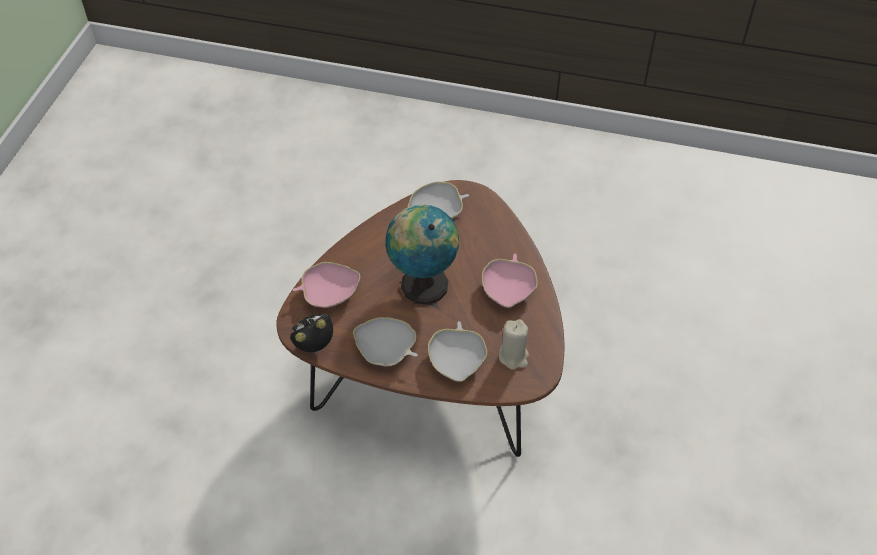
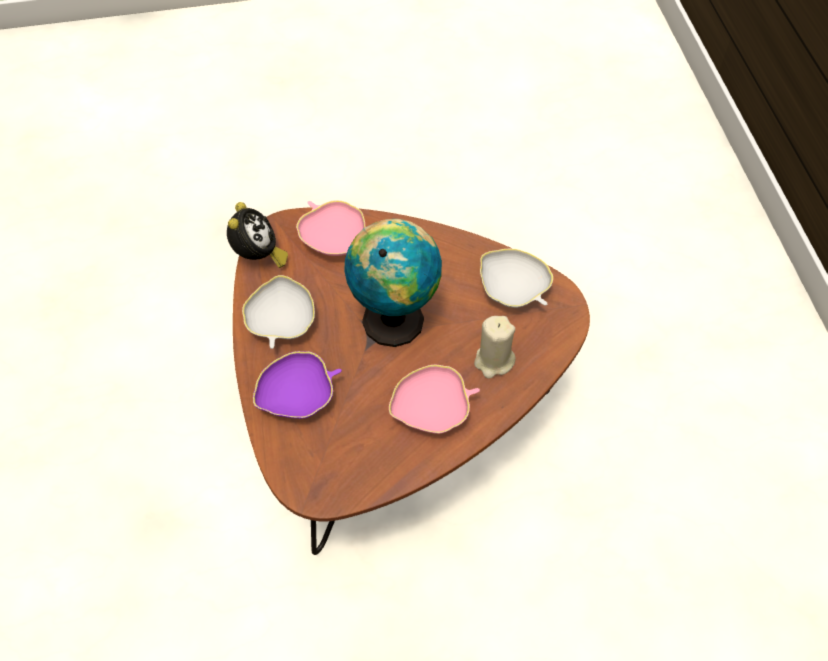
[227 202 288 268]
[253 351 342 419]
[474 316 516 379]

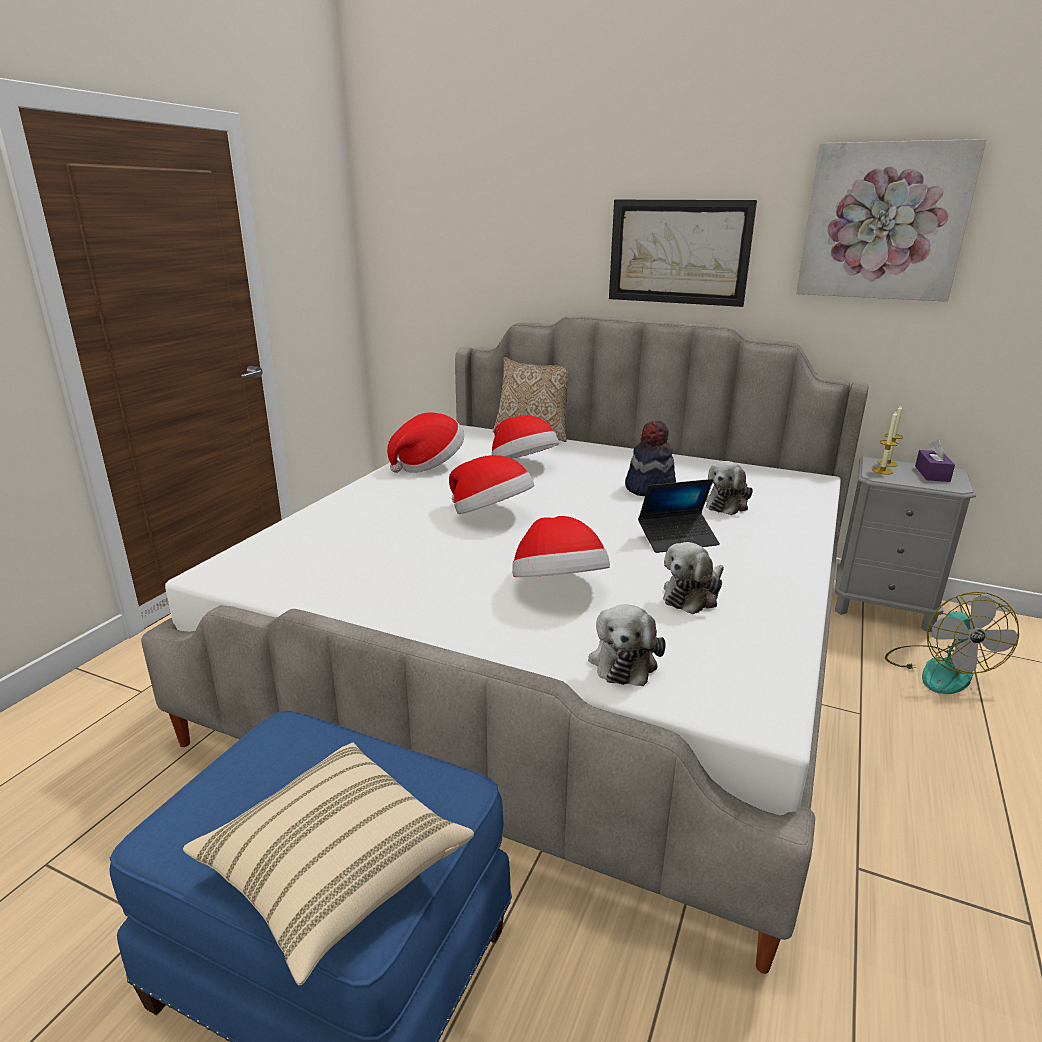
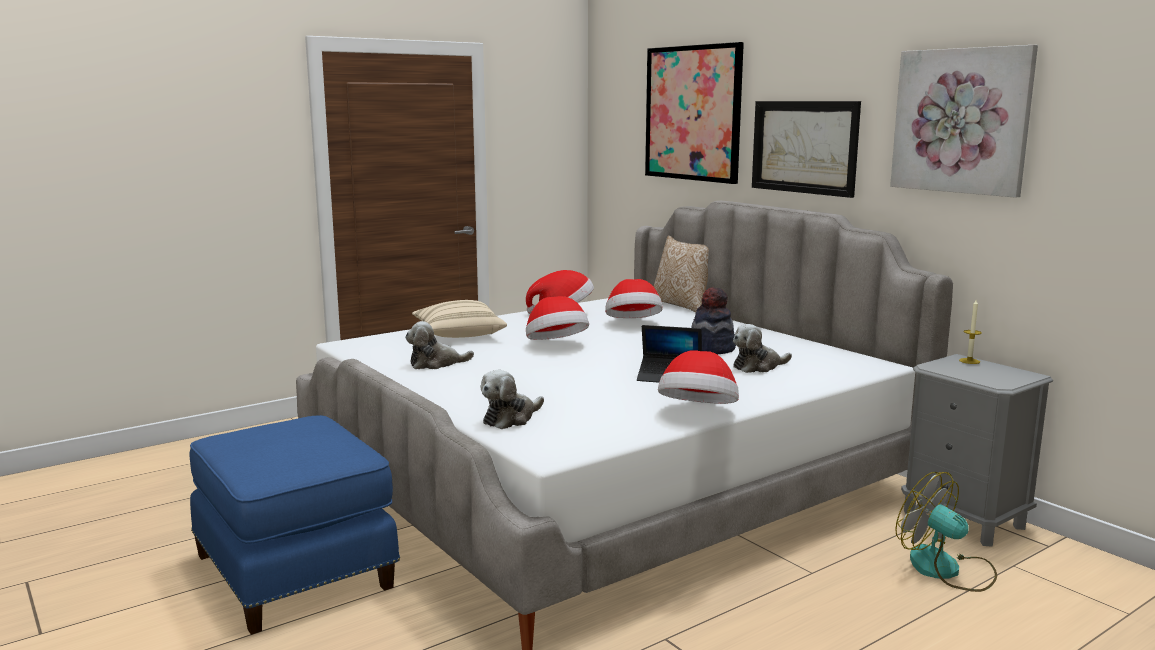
[412 300 507 338]
[658 350 739 404]
[405 321 474 369]
[872 411 898 475] (first image)
[895 472 997 592]
[915 440 955 482] (first image)
[645 42 744 184]

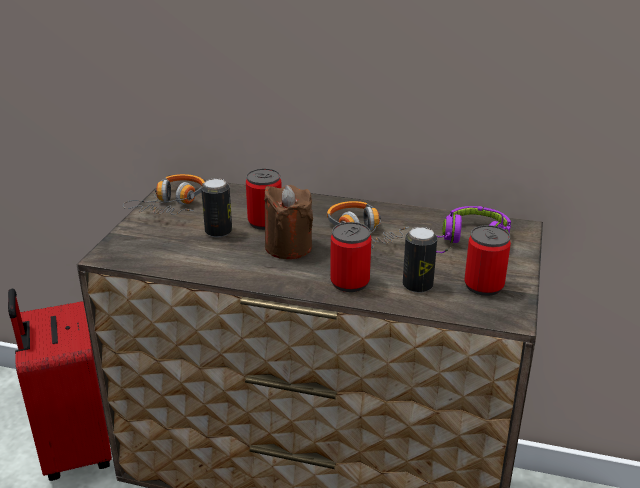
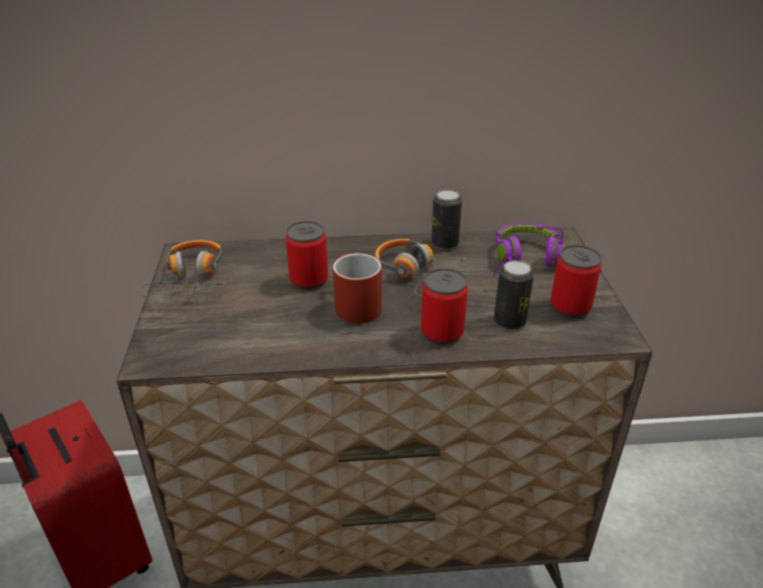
[431 190 462 250]
[333 253 382 324]

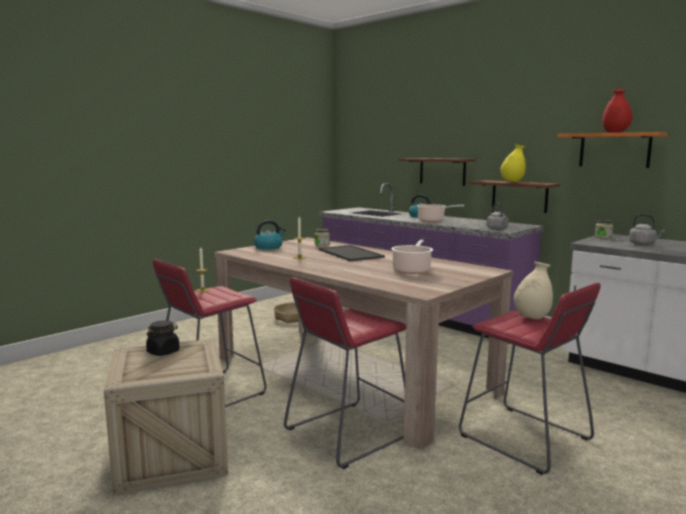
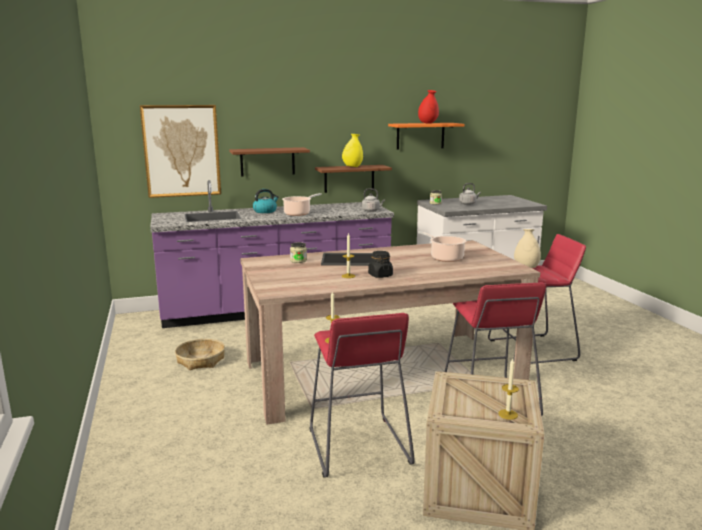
[368 251 393 278]
[254 220 286 250] (first image)
[140 105 221 198]
[498 359 519 420]

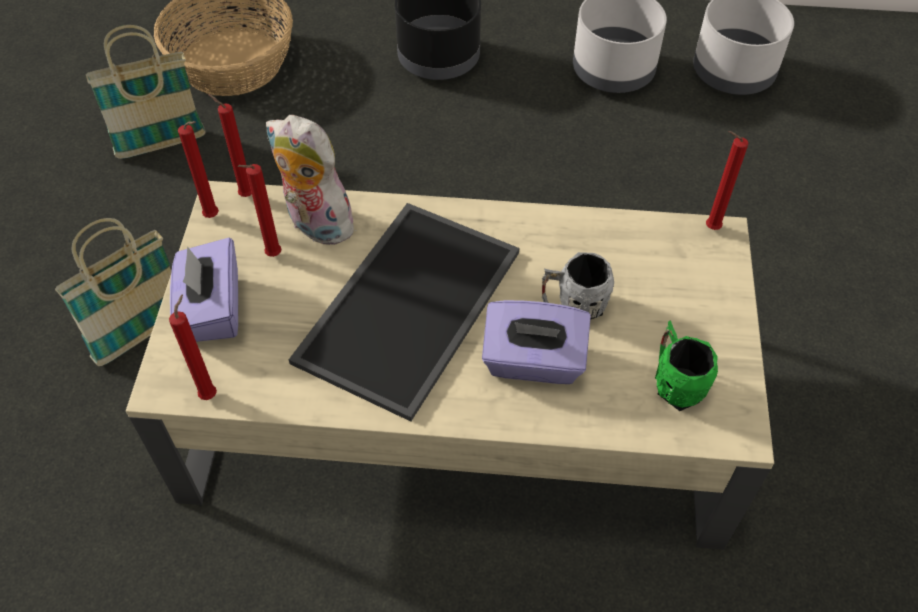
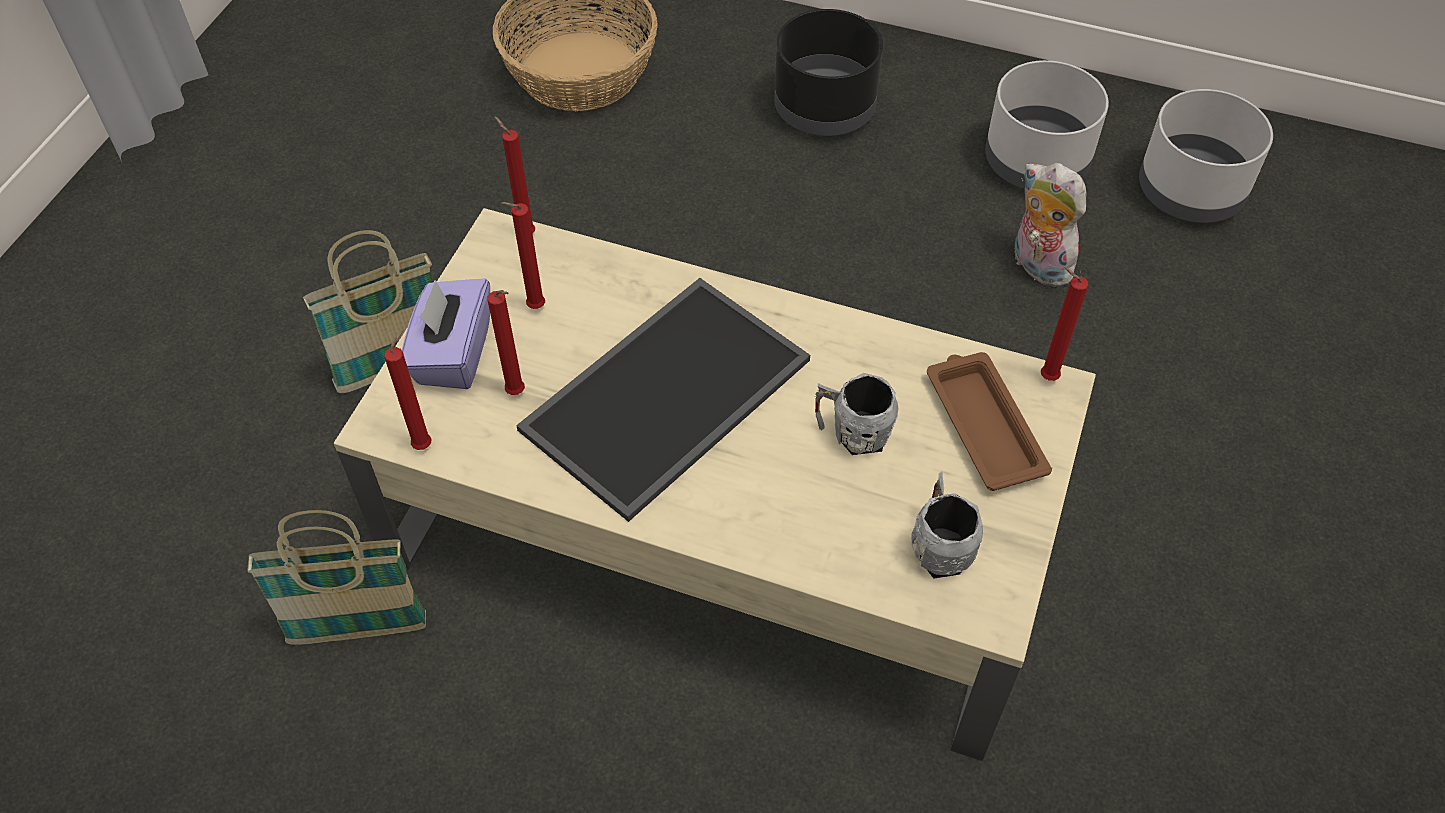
[247 510 426 645]
[487 290 525 395]
[1013 163 1086 287]
[482 300 591 384] (first image)
[911 472 983 579]
[927 352 1052 491]

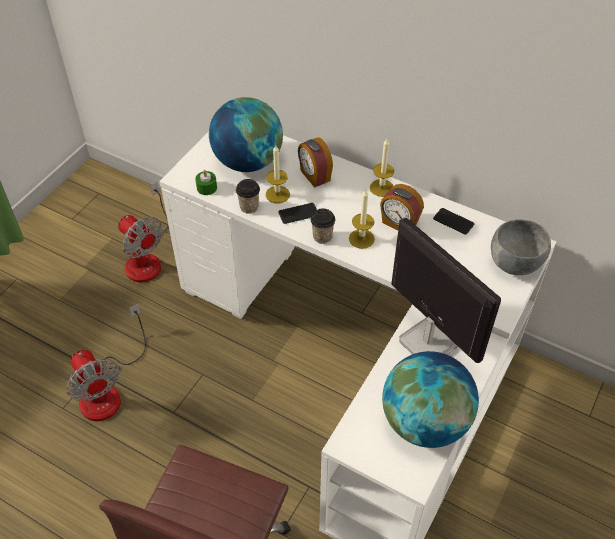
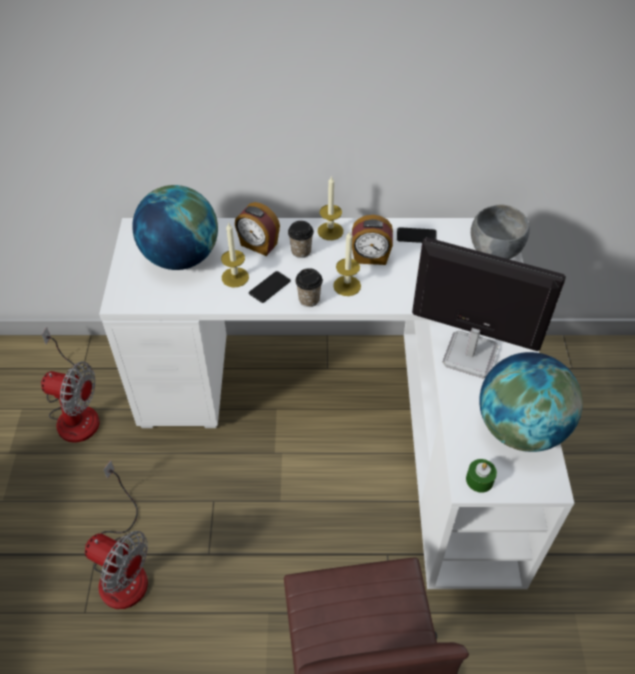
[466 459 497 493]
[288 221 314 258]

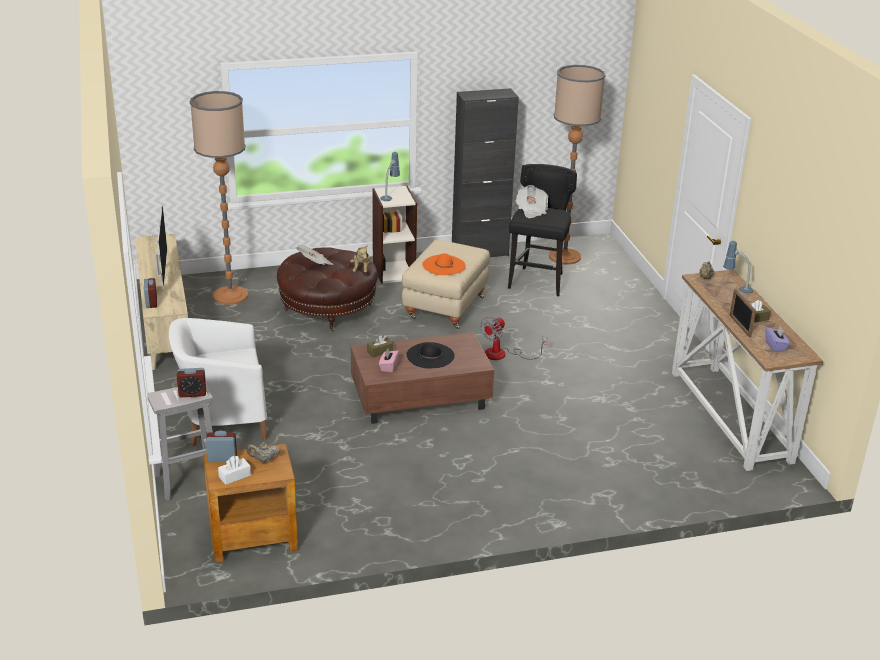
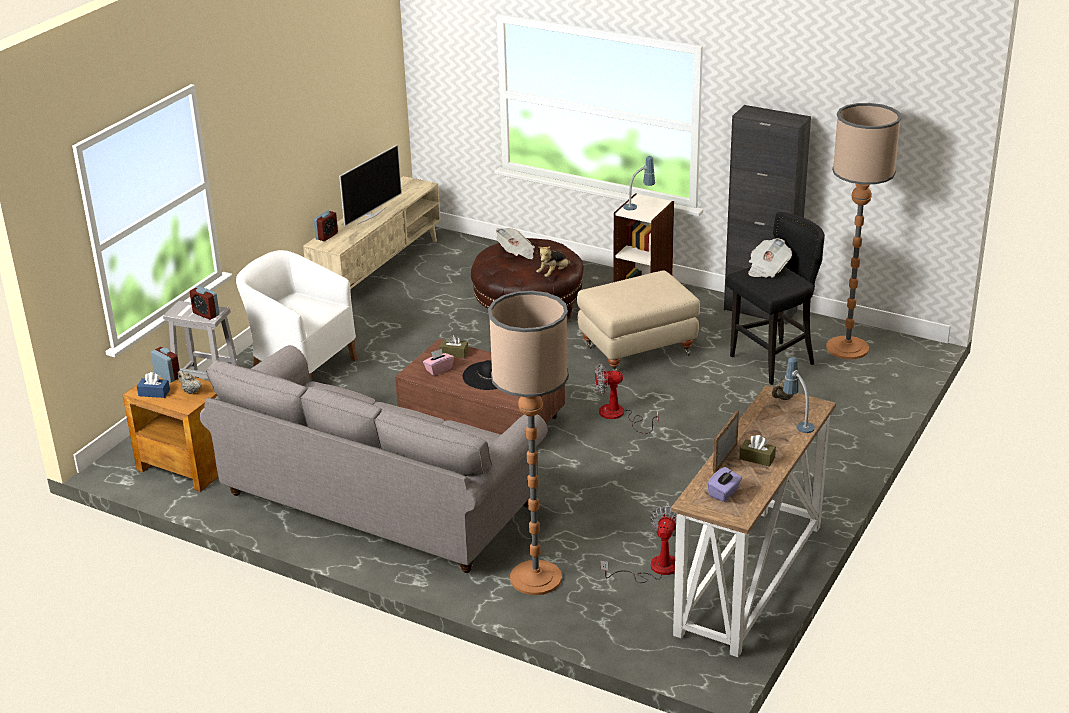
[488 291 569 595]
[137 372 170 398]
[422 253 466 275] (first image)
[200 345 548 573]
[600 506 676 583]

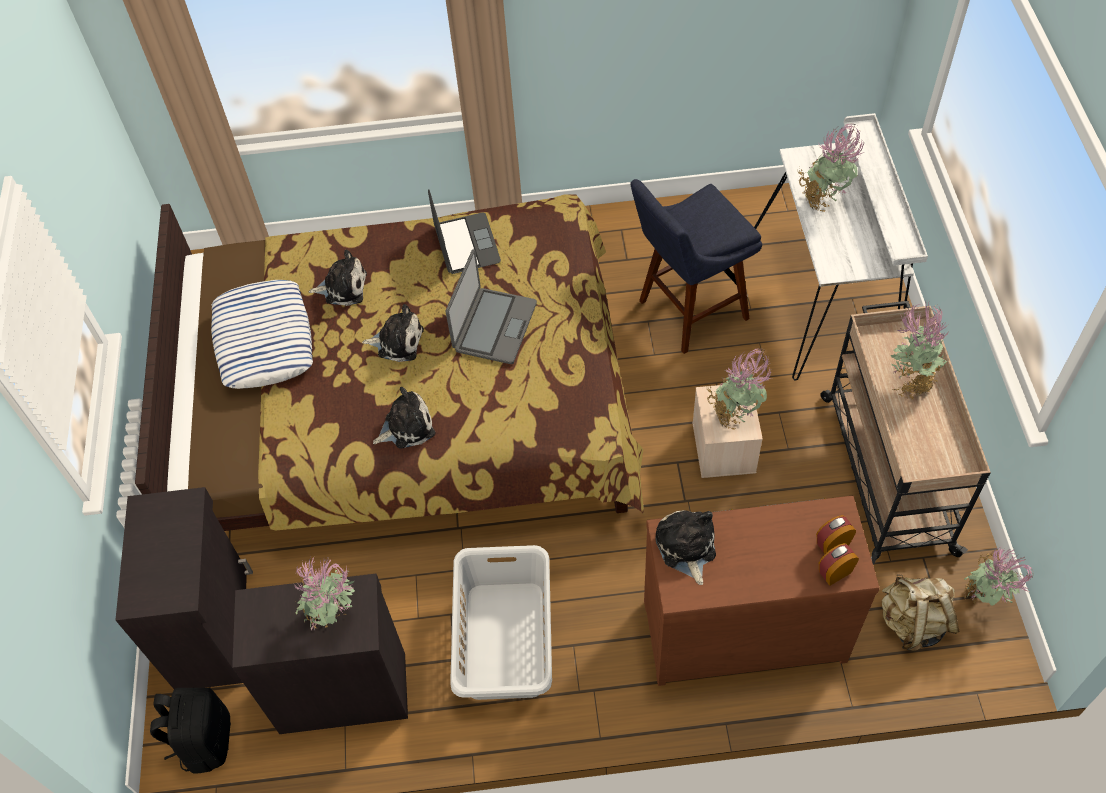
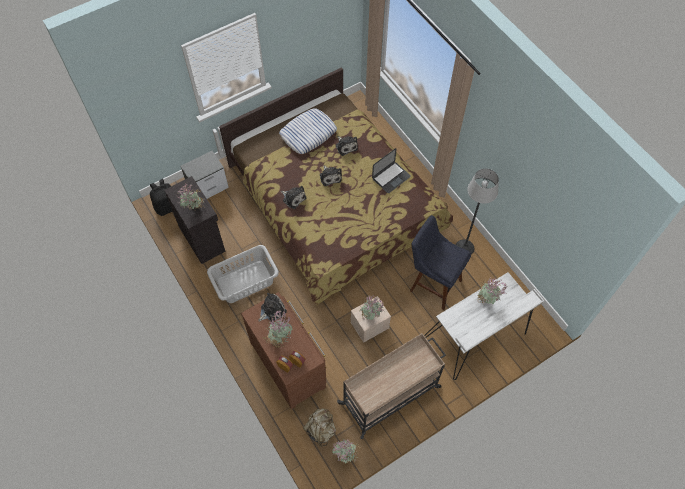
[180 151 229 199]
[446 249 537 364] (first image)
[264 309 292 348]
[456 168 499 255]

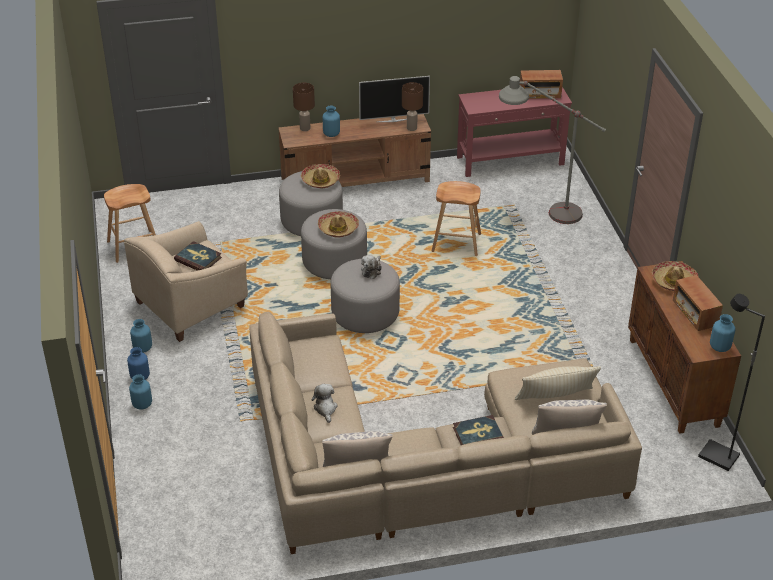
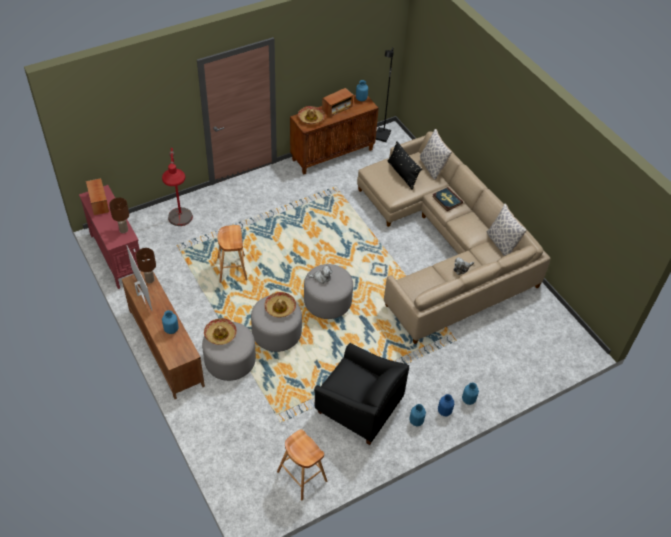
[314 343 409 445]
[174 241 222 271] (first image)
[109 198 129 233]
[162 148 193 226]
[387 141 422 190]

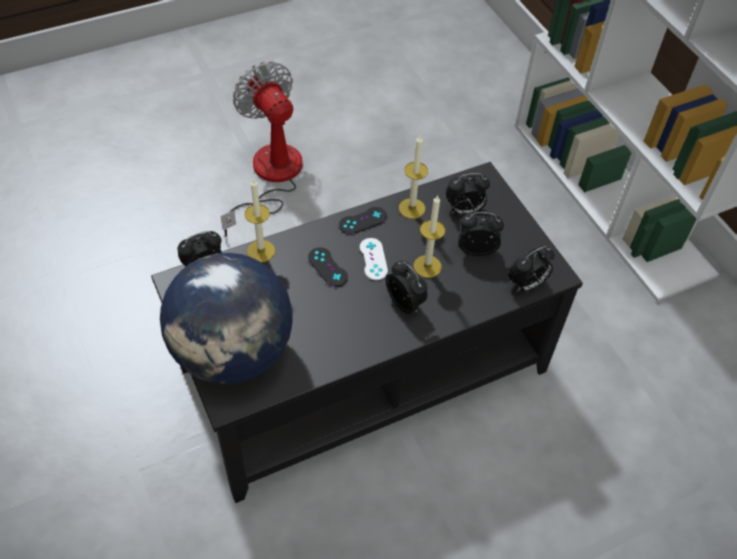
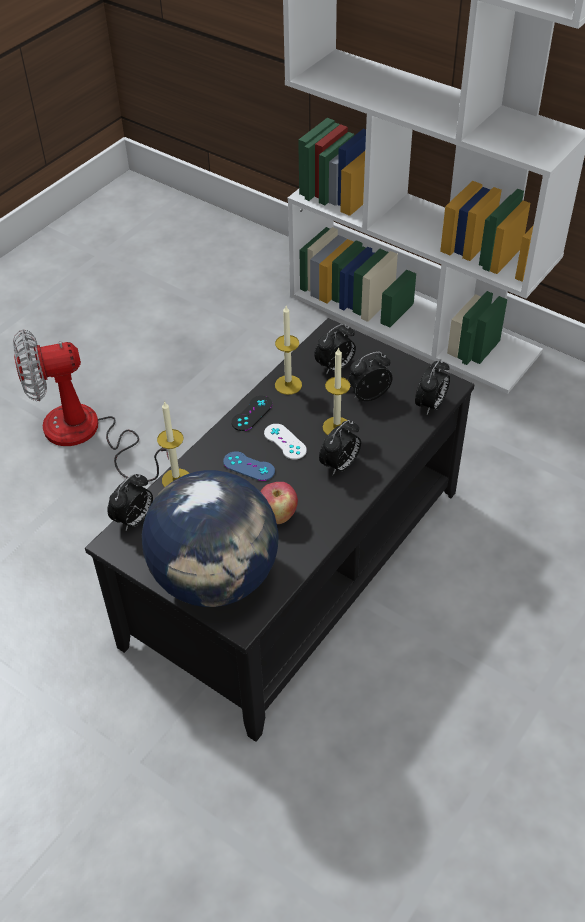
[13 329 169 482]
[223 452 275 481]
[319 420 361 475]
[260 482 298 524]

